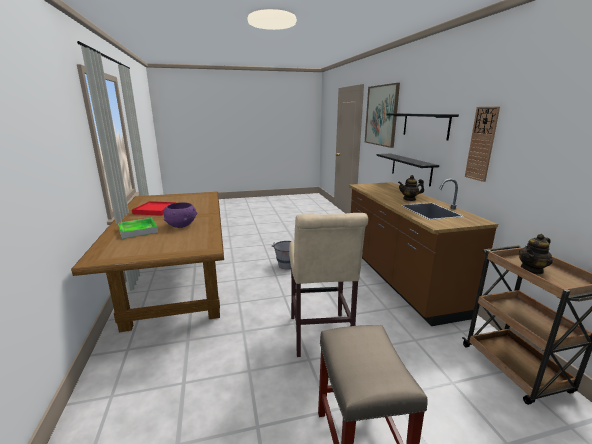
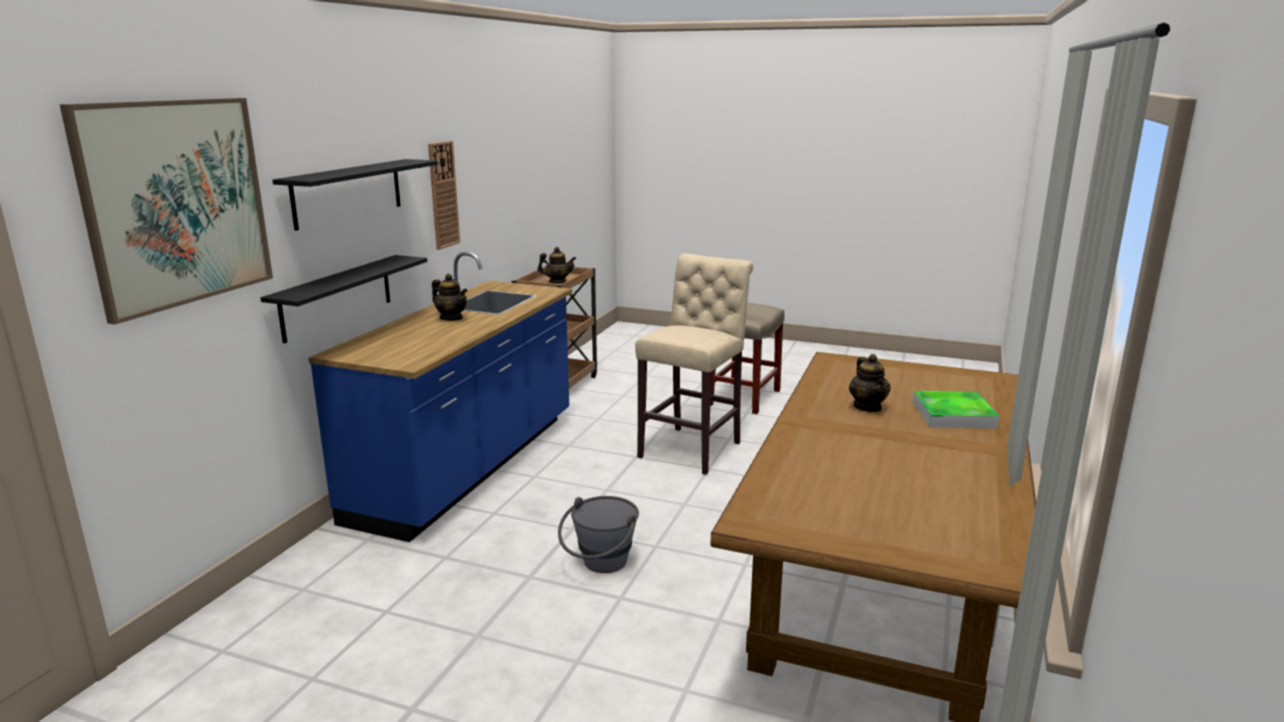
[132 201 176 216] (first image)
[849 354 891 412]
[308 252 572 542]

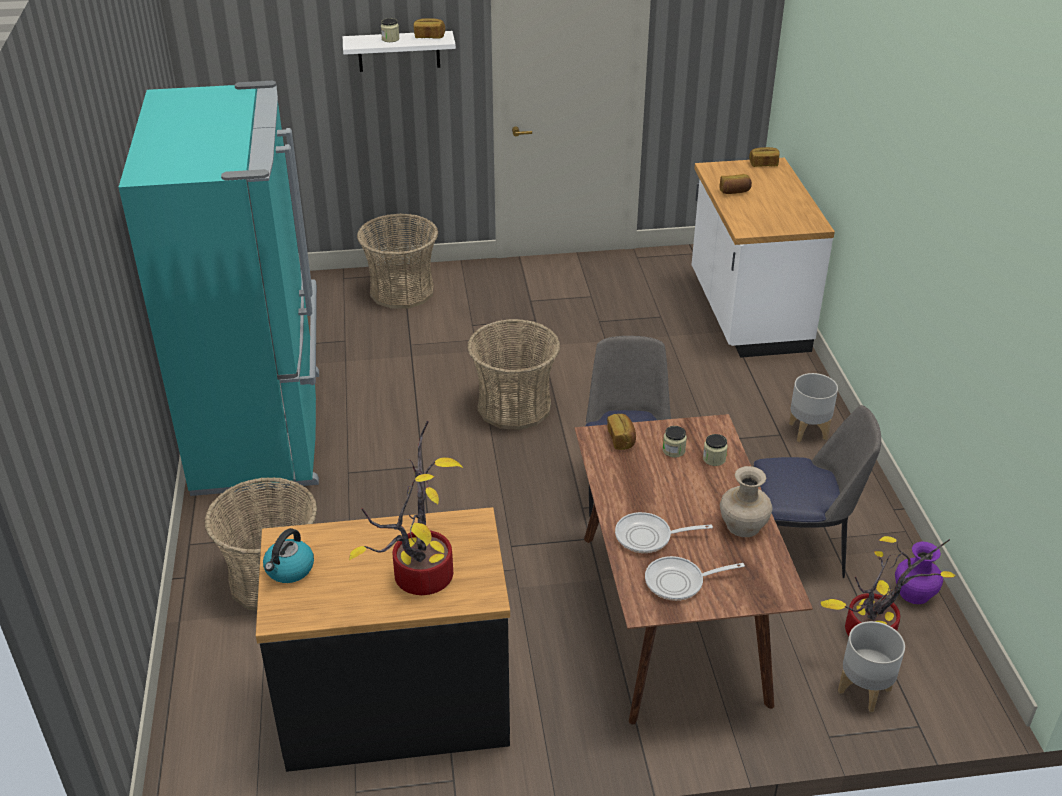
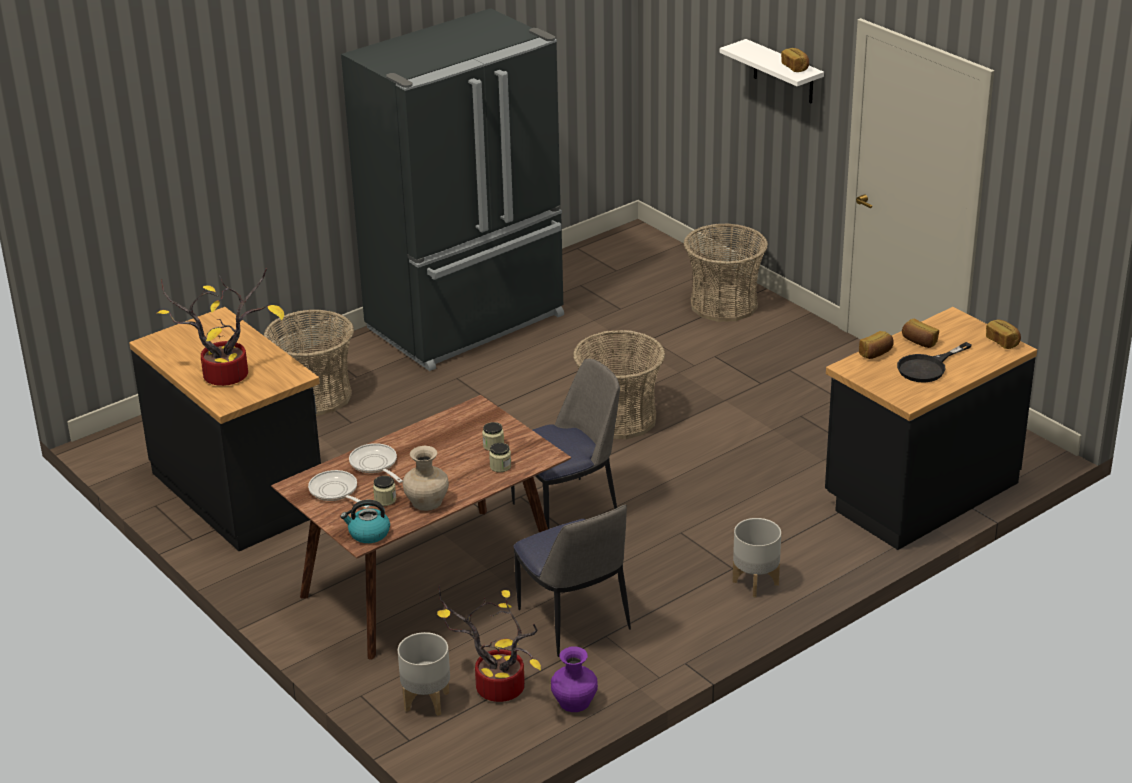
[341 8 564 371]
[340 500 390 543]
[373 476 396 506]
[859 331 894 359]
[825 307 1037 550]
[897 342 972 382]

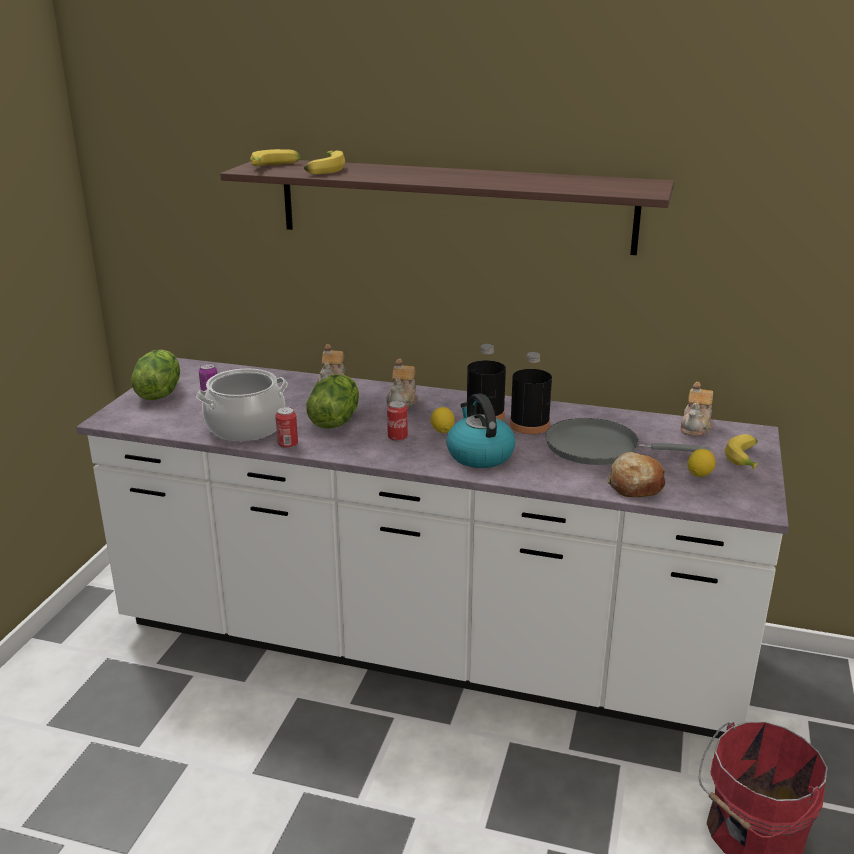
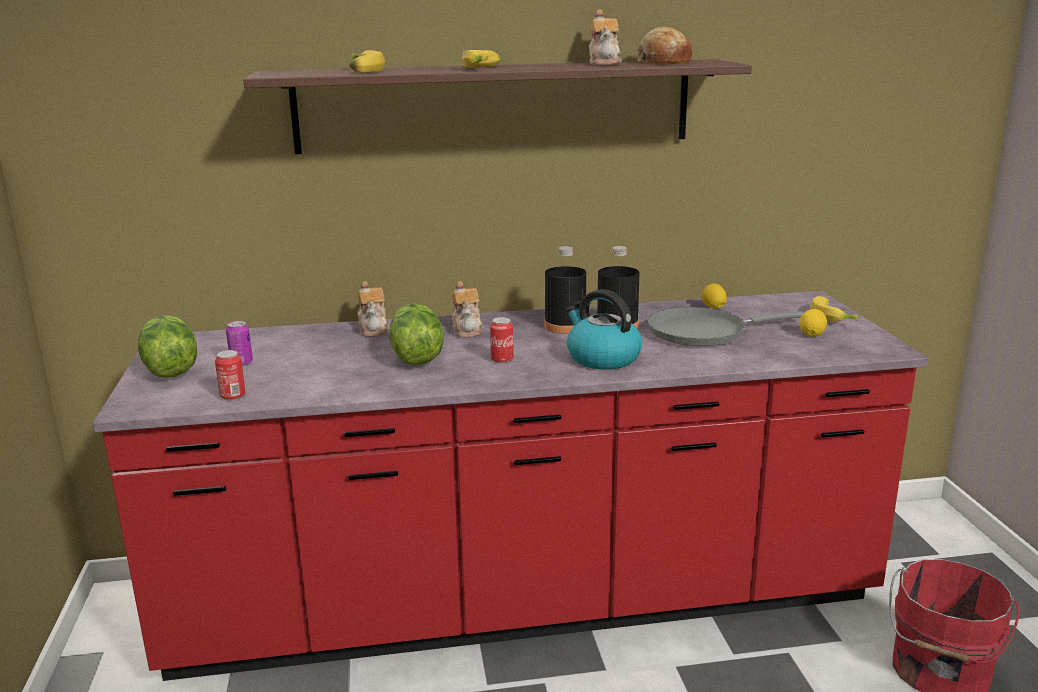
[93 291 929 681]
[196 369 288 441] (first image)
[461 50 502 68]
[215 350 245 400]
[701 283 727 309]
[637 27 692 64]
[589 9 622 65]

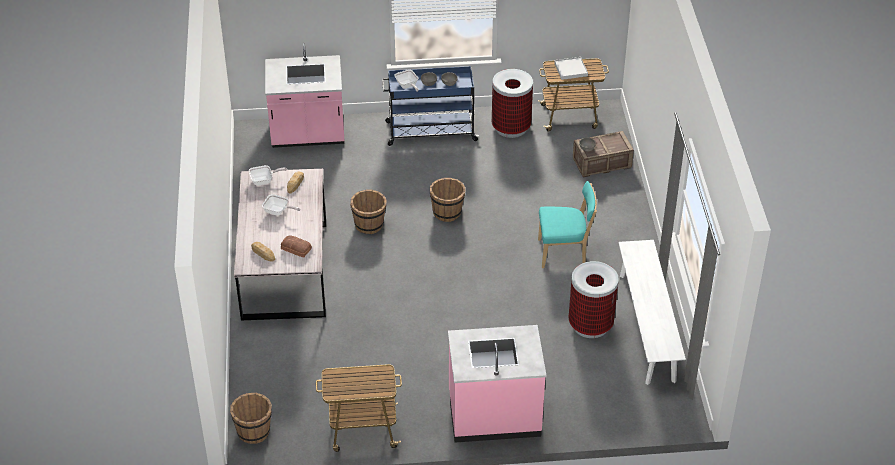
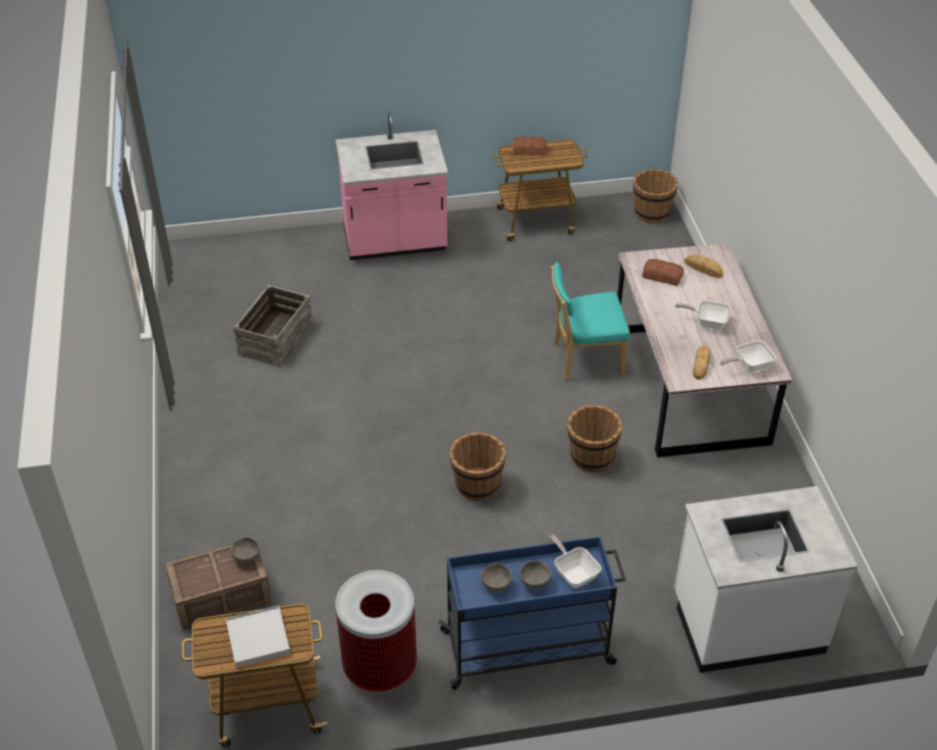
[674 486 858 673]
[551 262 630 380]
[233 285 314 368]
[619 240 686 385] (first image)
[512 137 547 156]

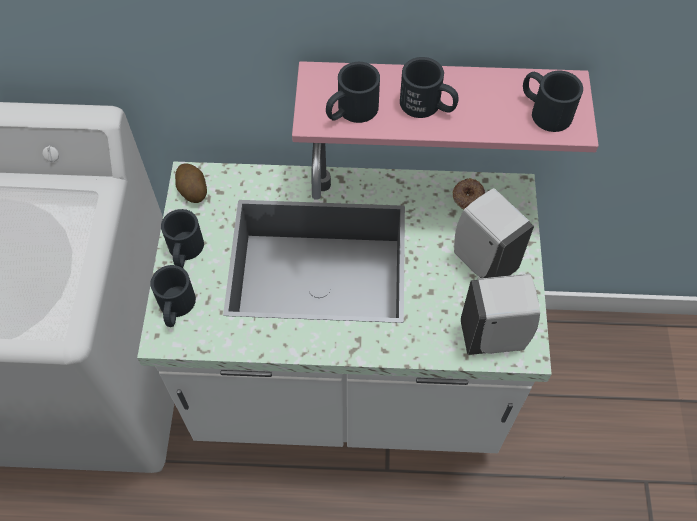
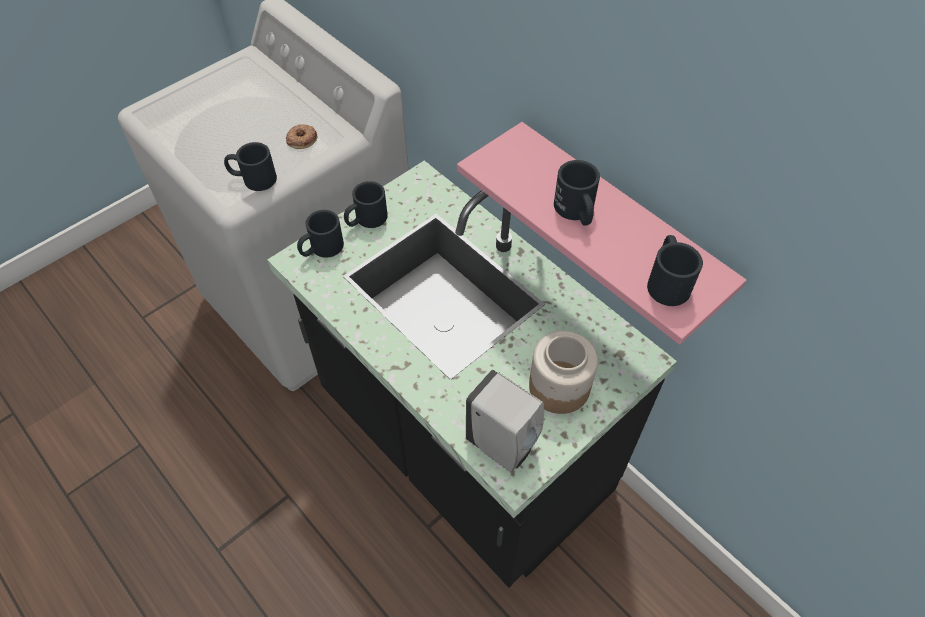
[267 161 677 588]
[175 163 207 203] (first image)
[224 142 277 191]
[286 124 317 149]
[529 331 598 414]

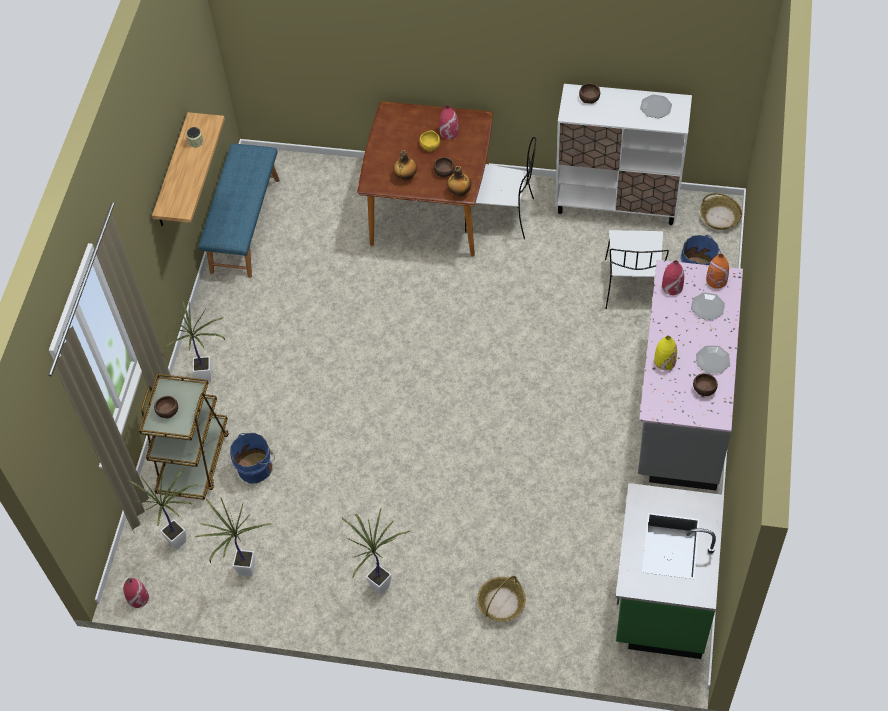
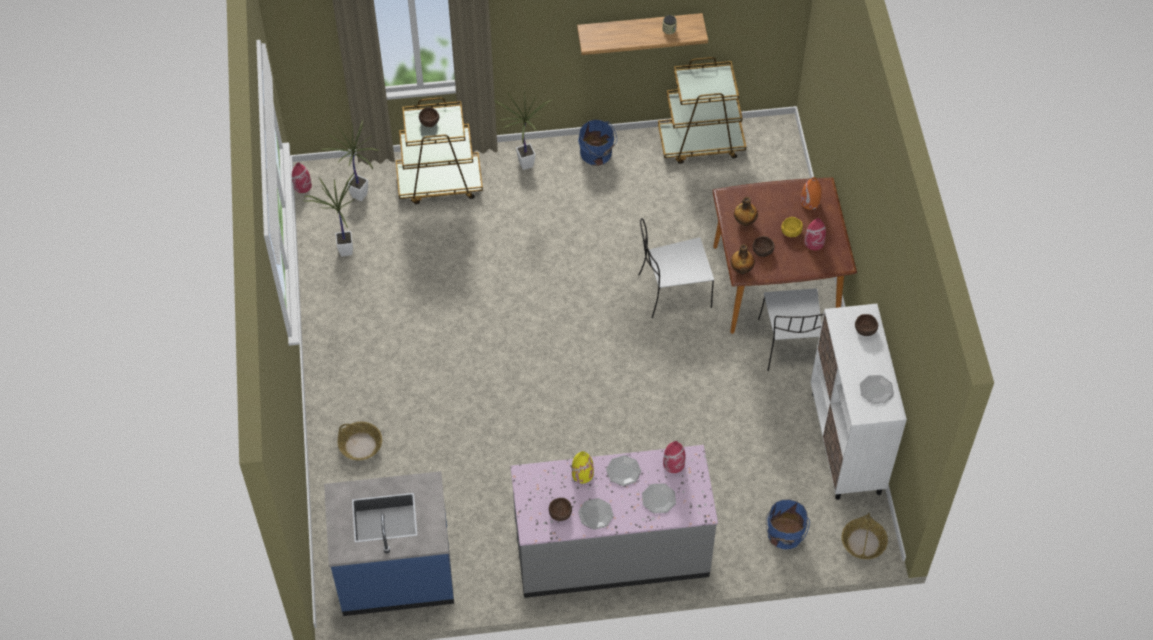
[658 57 746 164]
[578 119 617 166]
[342 508 409 595] (first image)
[639 218 714 318]
[324 471 454 616]
[801 177 822 210]
[606 455 641 486]

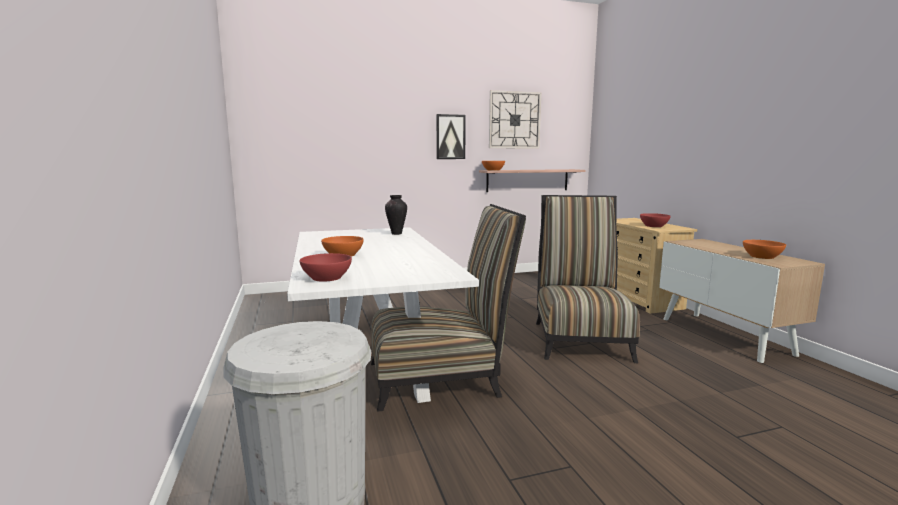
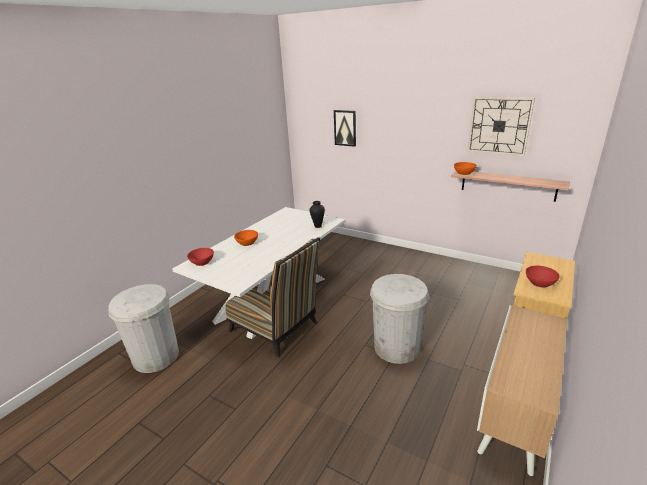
[334 110 356 147]
[370 274 429 364]
[743 240 786 259] (first image)

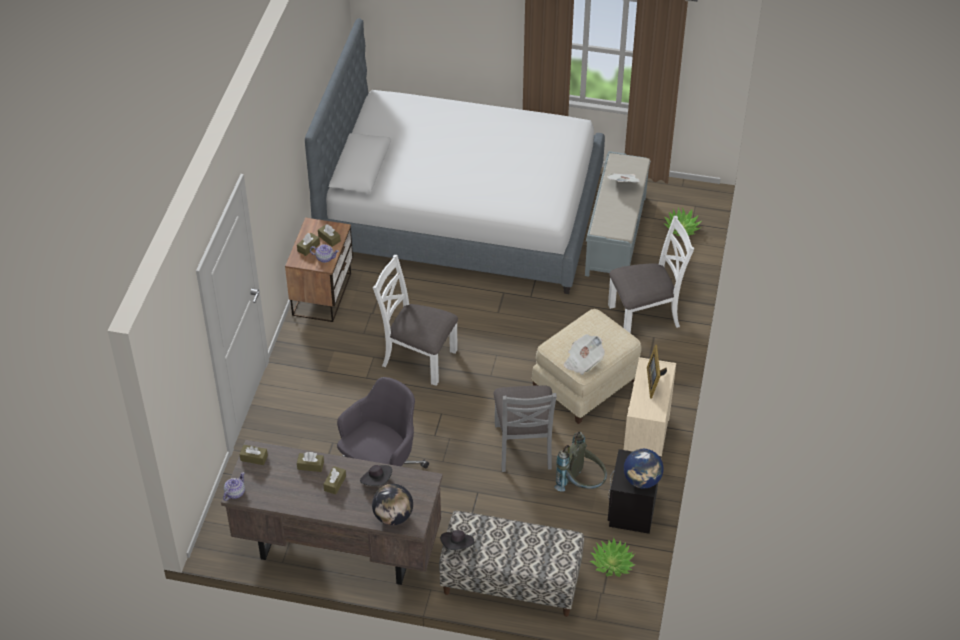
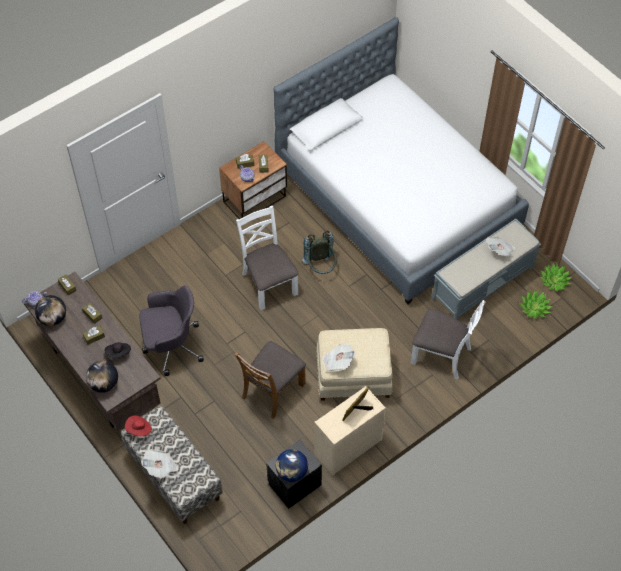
[125 416 152 437]
[235 341 306 419]
[302 231 337 274]
[540 263 572 292]
[35 295 66 326]
[141 449 179 479]

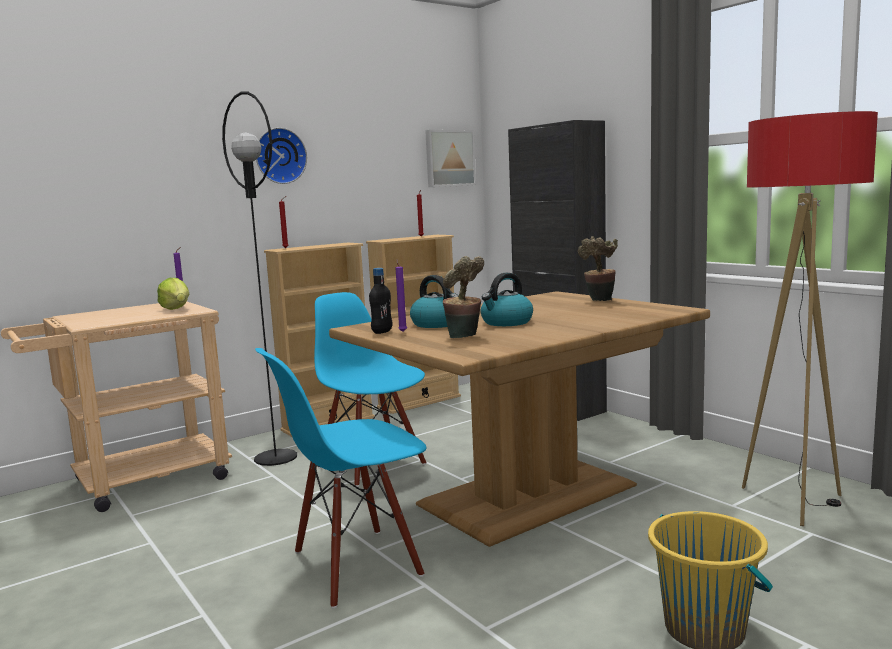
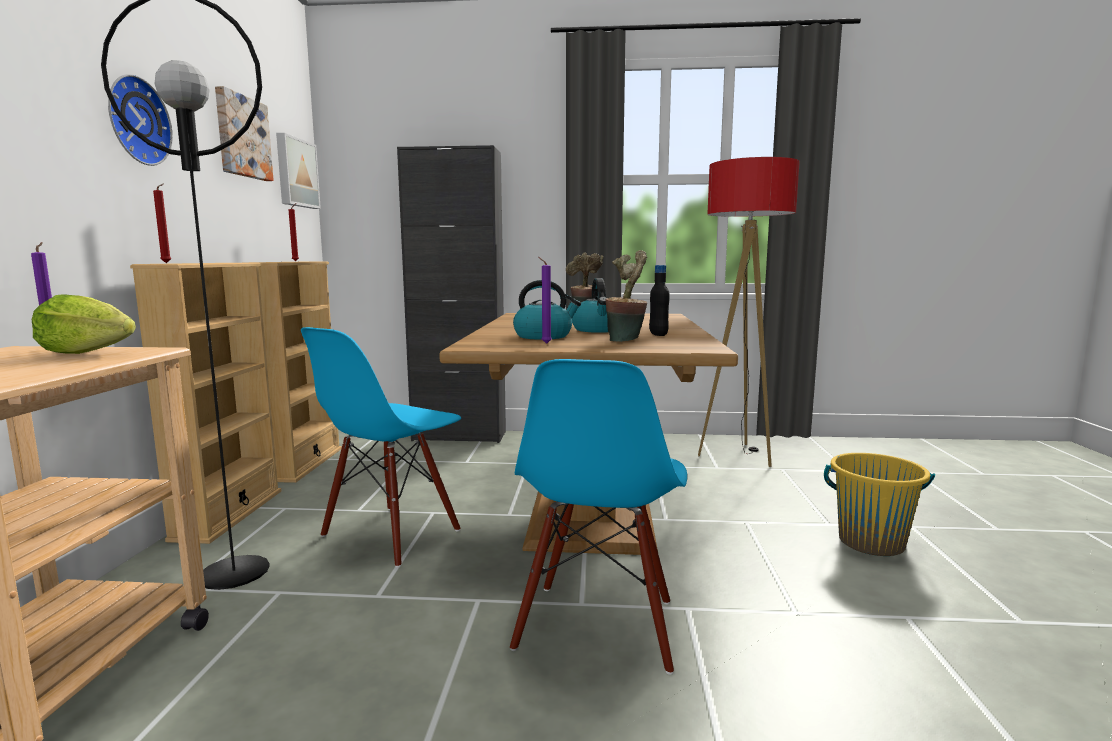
[301 327 461 568]
[649 265 670 336]
[215 86 274 181]

